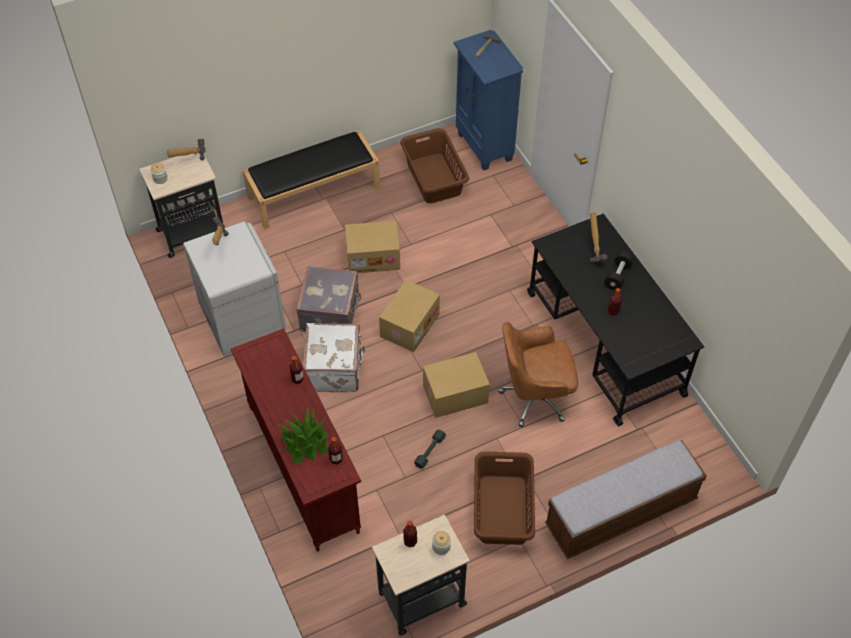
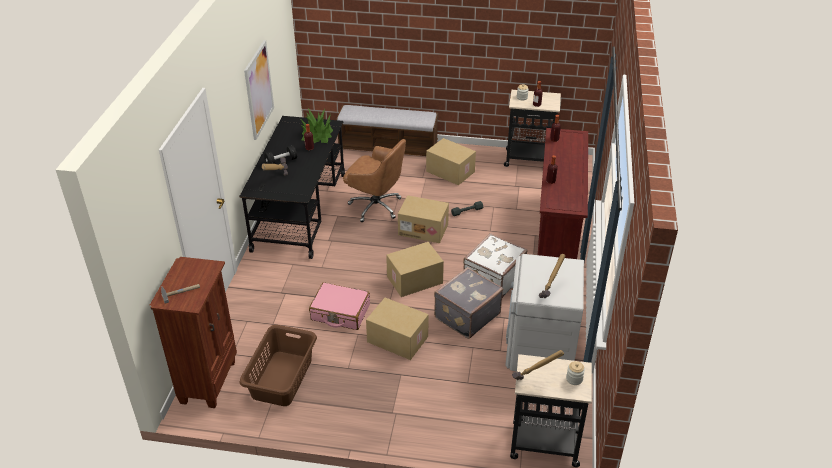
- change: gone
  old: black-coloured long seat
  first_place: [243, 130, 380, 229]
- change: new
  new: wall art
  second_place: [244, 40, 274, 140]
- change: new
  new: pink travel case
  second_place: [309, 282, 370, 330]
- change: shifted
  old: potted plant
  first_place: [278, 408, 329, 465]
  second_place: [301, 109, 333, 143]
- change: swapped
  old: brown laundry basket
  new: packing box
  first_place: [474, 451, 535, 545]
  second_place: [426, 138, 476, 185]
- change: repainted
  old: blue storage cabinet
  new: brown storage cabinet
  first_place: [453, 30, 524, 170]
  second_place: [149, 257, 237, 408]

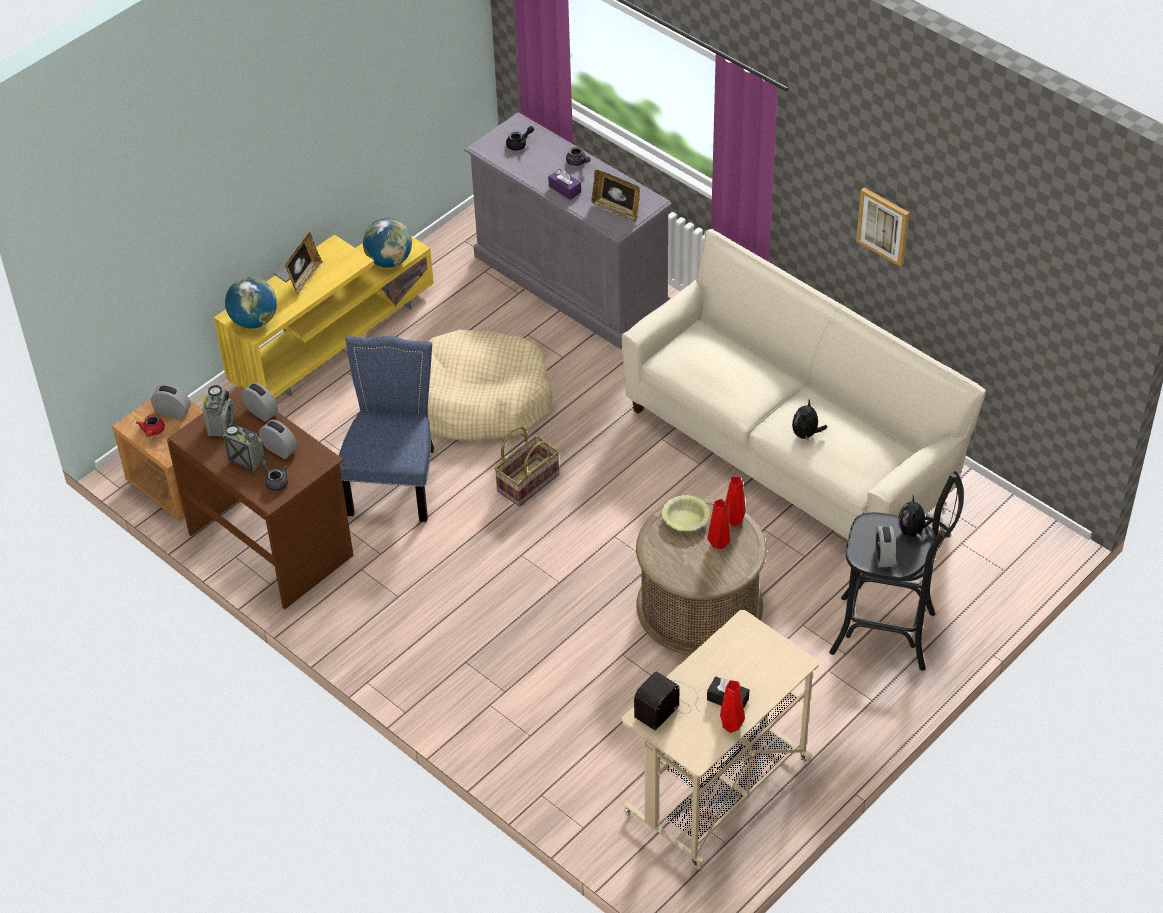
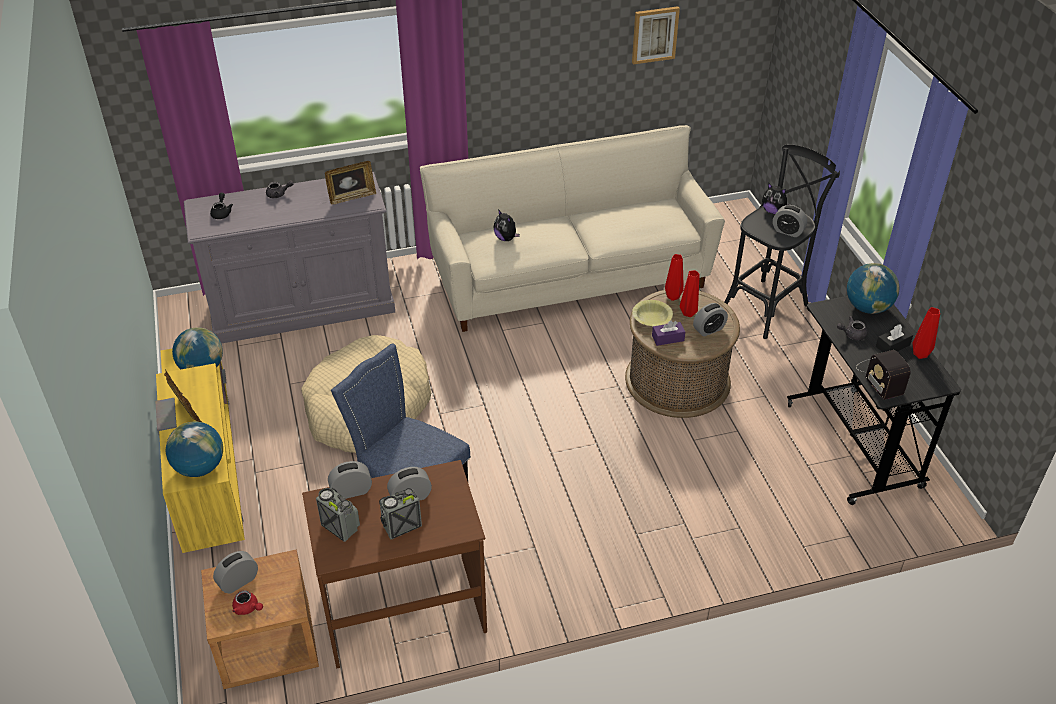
- change: gone
  old: household basket
  first_place: [494, 426, 559, 506]
- change: new
  new: bedside clock
  second_place: [693, 303, 728, 337]
- change: new
  new: desk globe
  second_place: [847, 263, 900, 314]
- change: shifted
  old: grey pot for tea
  first_place: [260, 459, 288, 491]
  second_place: [837, 316, 867, 341]
- change: shifted
  old: purplish box of tissues
  first_place: [548, 169, 581, 200]
  second_place: [652, 320, 685, 346]
- change: shifted
  old: cuddly toy
  first_place: [792, 400, 827, 441]
  second_place: [493, 209, 520, 241]
- change: shifted
  old: wall art
  first_place: [856, 188, 910, 267]
  second_place: [632, 6, 680, 65]
- change: repainted
  old: beige-coloured desk
  new: black-coloured desk
  first_place: [622, 610, 819, 869]
  second_place: [787, 296, 961, 505]

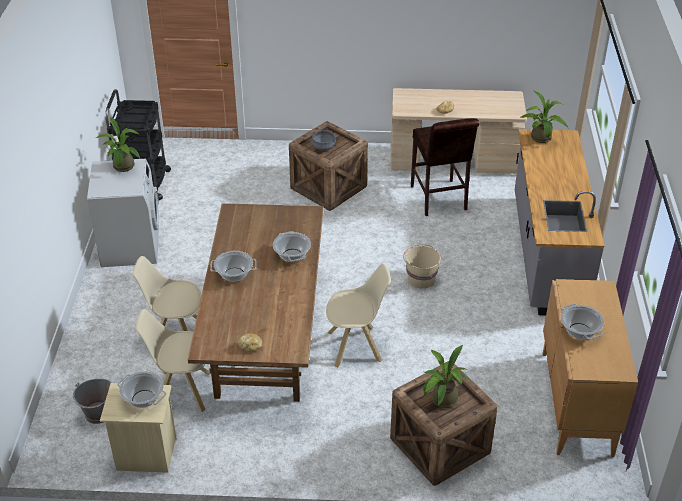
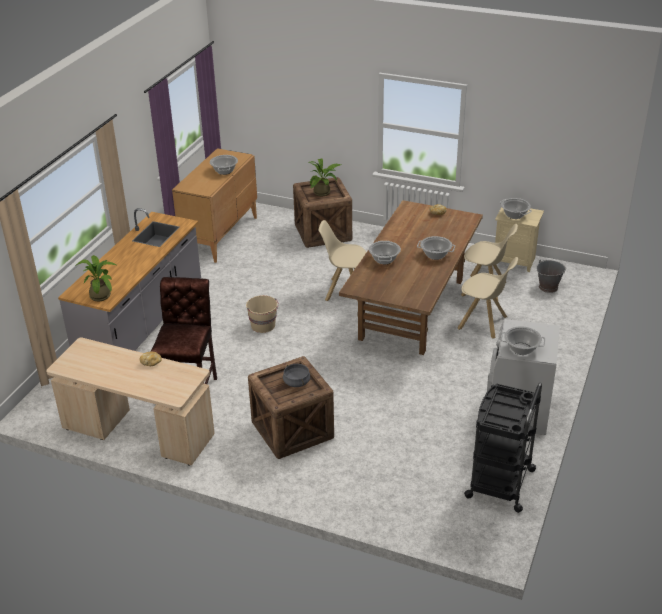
- change: swapped
  old: potted plant
  new: cooking pot
  first_place: [95, 117, 140, 172]
  second_place: [501, 326, 545, 355]

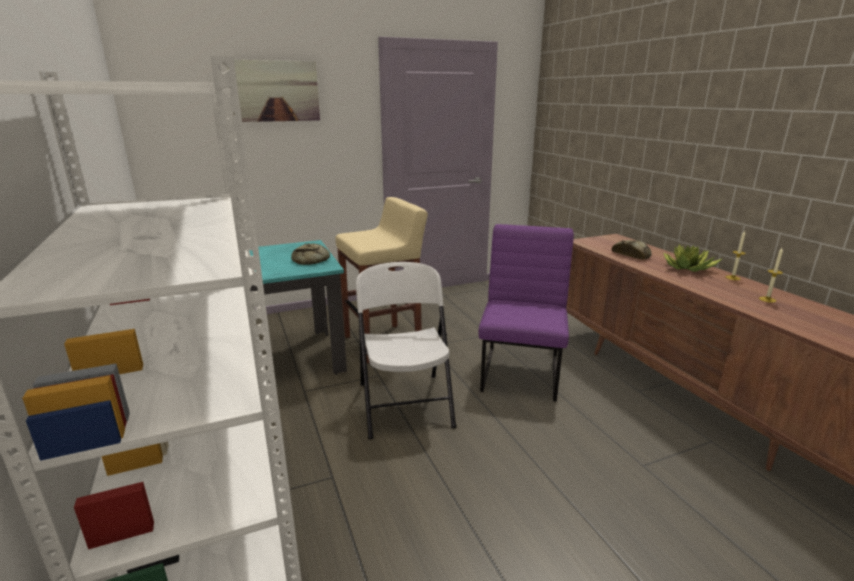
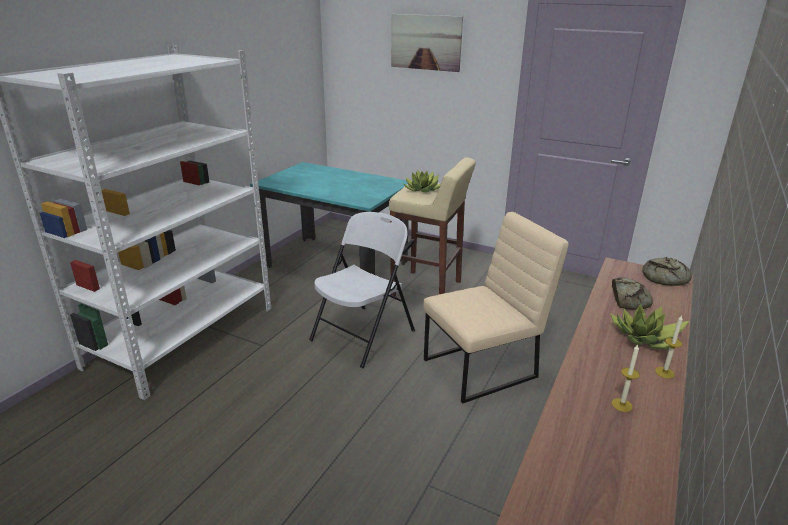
- change: new
  new: potted plant
  second_place: [403, 170, 441, 193]
- change: shifted
  old: bakery bread
  first_place: [291, 243, 330, 265]
  second_place: [642, 257, 692, 286]
- change: repainted
  old: purplish plain chair
  new: beige-coloured plain chair
  first_place: [479, 224, 574, 402]
  second_place: [423, 212, 569, 404]

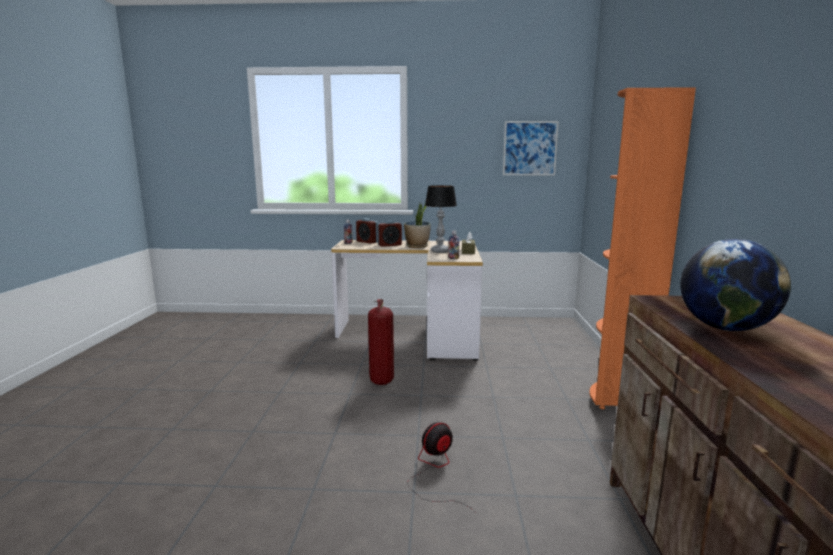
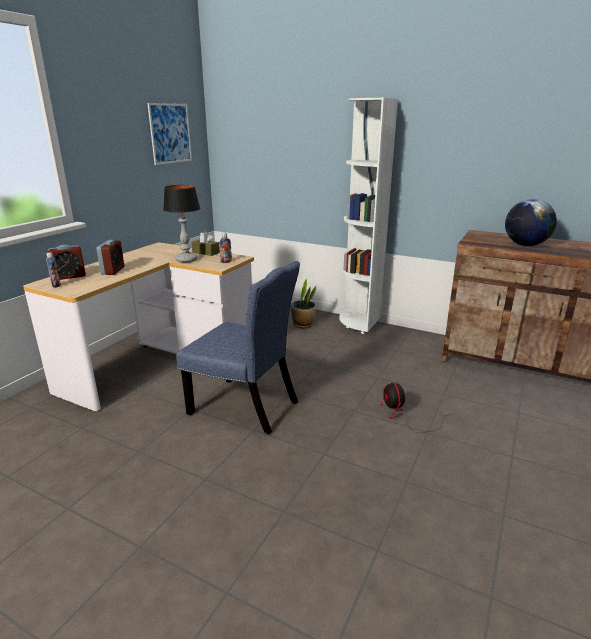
- change: shifted
  old: potted plant
  first_place: [404, 203, 431, 248]
  second_place: [291, 278, 316, 328]
- change: swapped
  old: extinguisher
  new: blue plain chair
  first_place: [368, 299, 394, 385]
  second_place: [176, 261, 300, 434]
- change: repainted
  old: orange shelving unit
  new: white-coloured shelving unit
  first_place: [589, 87, 696, 409]
  second_place: [339, 98, 398, 334]

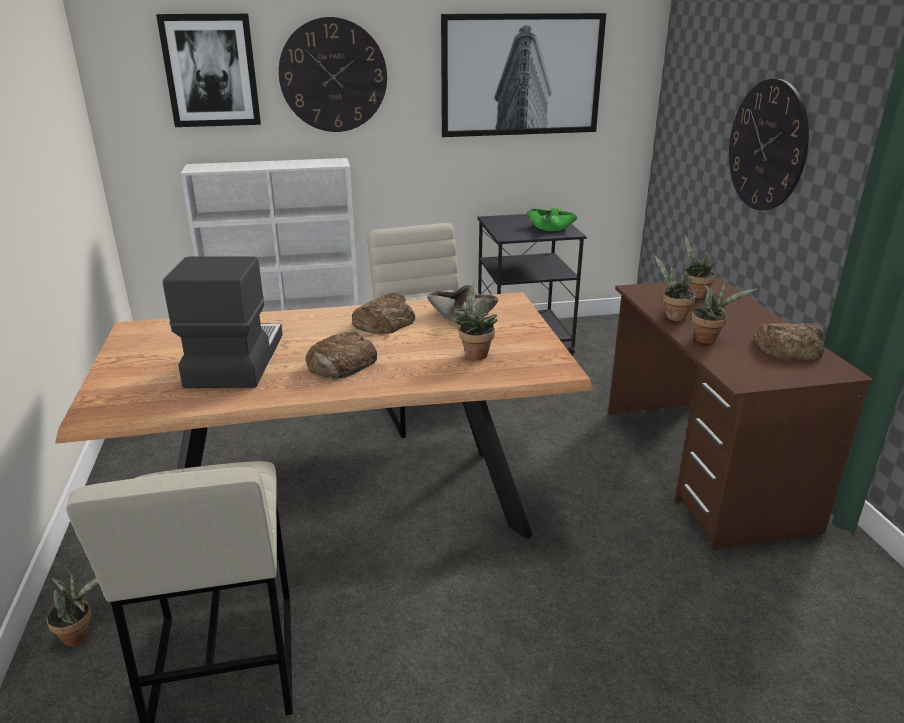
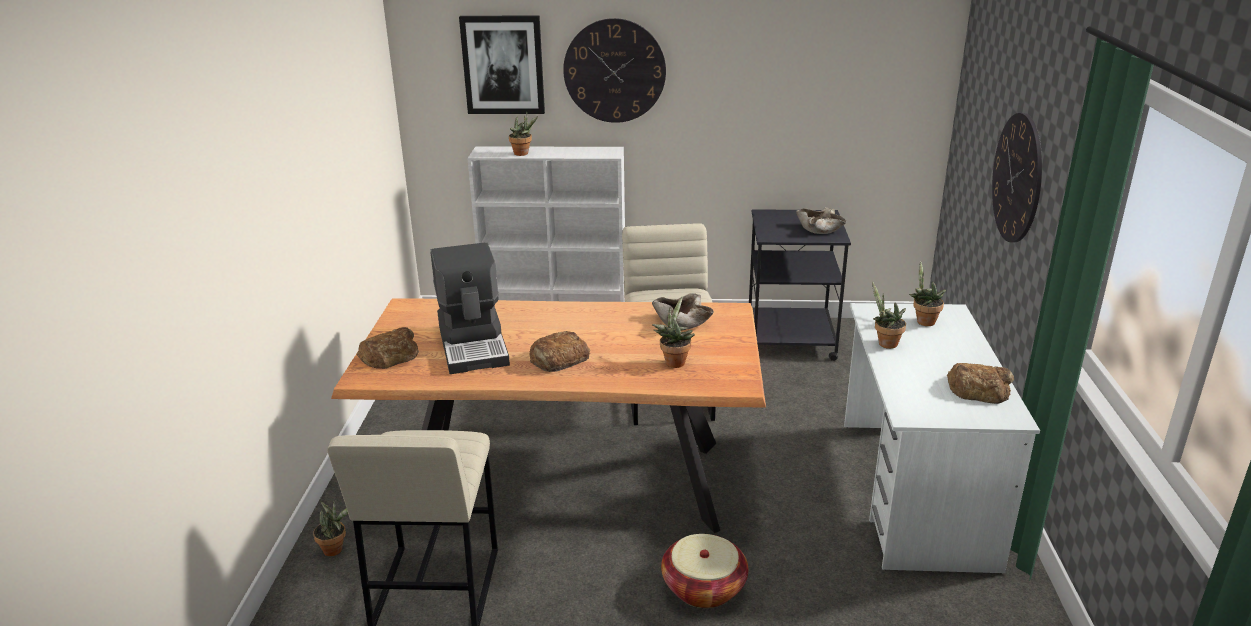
- change: gone
  old: wall art
  first_place: [441, 13, 606, 137]
- change: new
  new: household basket
  second_place: [661, 534, 748, 608]
- change: shifted
  old: bakery bread
  first_place: [352, 293, 415, 334]
  second_place: [357, 327, 419, 369]
- change: shifted
  old: potted plant
  first_place: [692, 281, 757, 344]
  second_place: [509, 112, 538, 156]
- change: repainted
  old: green-coloured bowl
  new: beige-coloured bowl
  first_place: [527, 207, 578, 231]
  second_place: [796, 207, 846, 234]
- change: repainted
  old: brown desk
  new: white-coloured desk
  first_place: [608, 278, 874, 550]
  second_place: [844, 303, 1040, 574]
- change: rotated
  old: coffee brewer
  first_place: [163, 256, 283, 388]
  second_place: [431, 243, 510, 374]
  degrees: 150

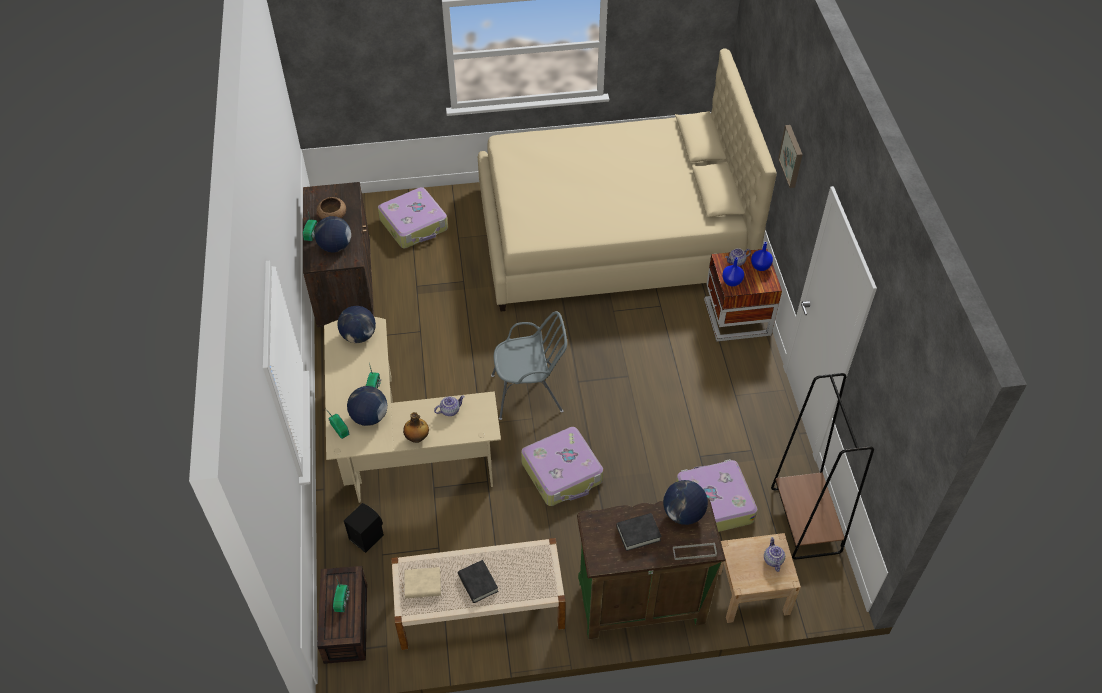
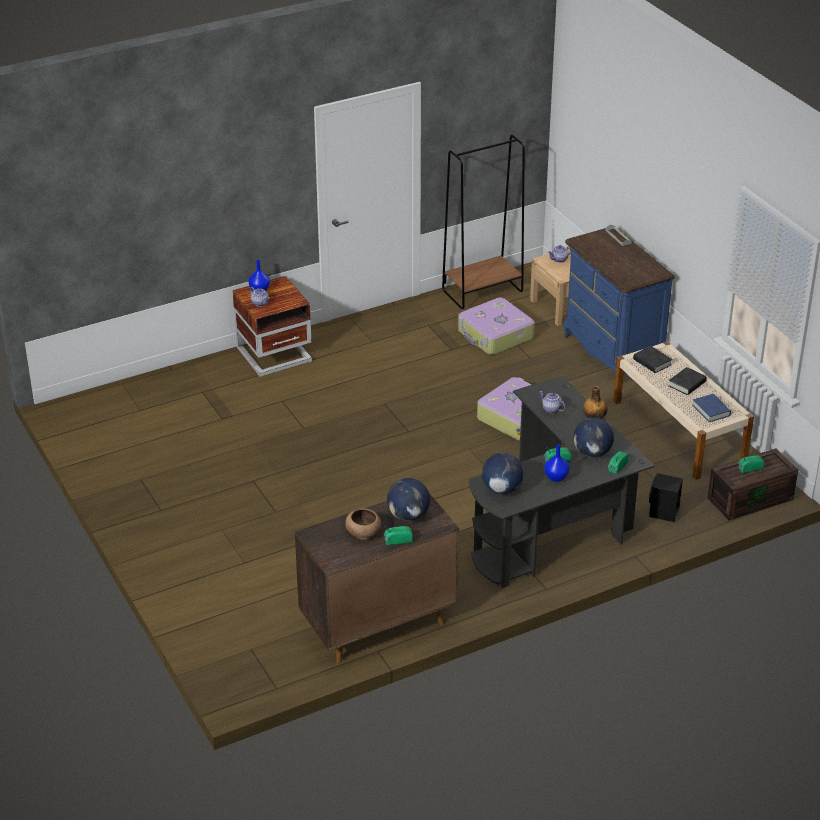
- change: gone
  old: travel case
  first_place: [378, 187, 448, 248]
- change: gone
  old: beige-coloured bed
  first_place: [478, 48, 777, 312]
- change: gone
  old: grey plain chair
  first_place: [491, 311, 567, 420]
- change: gone
  old: desk globe
  first_place: [663, 480, 708, 525]
- change: gone
  old: wall art
  first_place: [778, 125, 803, 188]
- change: shifted
  old: black-coloured volume
  first_place: [616, 513, 662, 551]
  second_place: [633, 346, 672, 373]
- change: shifted
  old: blue flower vase
  first_place: [722, 257, 744, 286]
  second_place: [545, 444, 570, 482]
- change: repainted
  old: beige-coloured desk
  new: black-coloured desk
  first_place: [324, 317, 501, 503]
  second_place: [469, 375, 655, 588]
- change: repainted
  old: beige-coloured volume
  new: blue volume
  first_place: [405, 567, 441, 598]
  second_place: [692, 394, 731, 422]
- change: repainted
  old: green-coloured chest of drawers
  new: blue chest of drawers
  first_place: [577, 497, 726, 639]
  second_place: [564, 227, 675, 375]

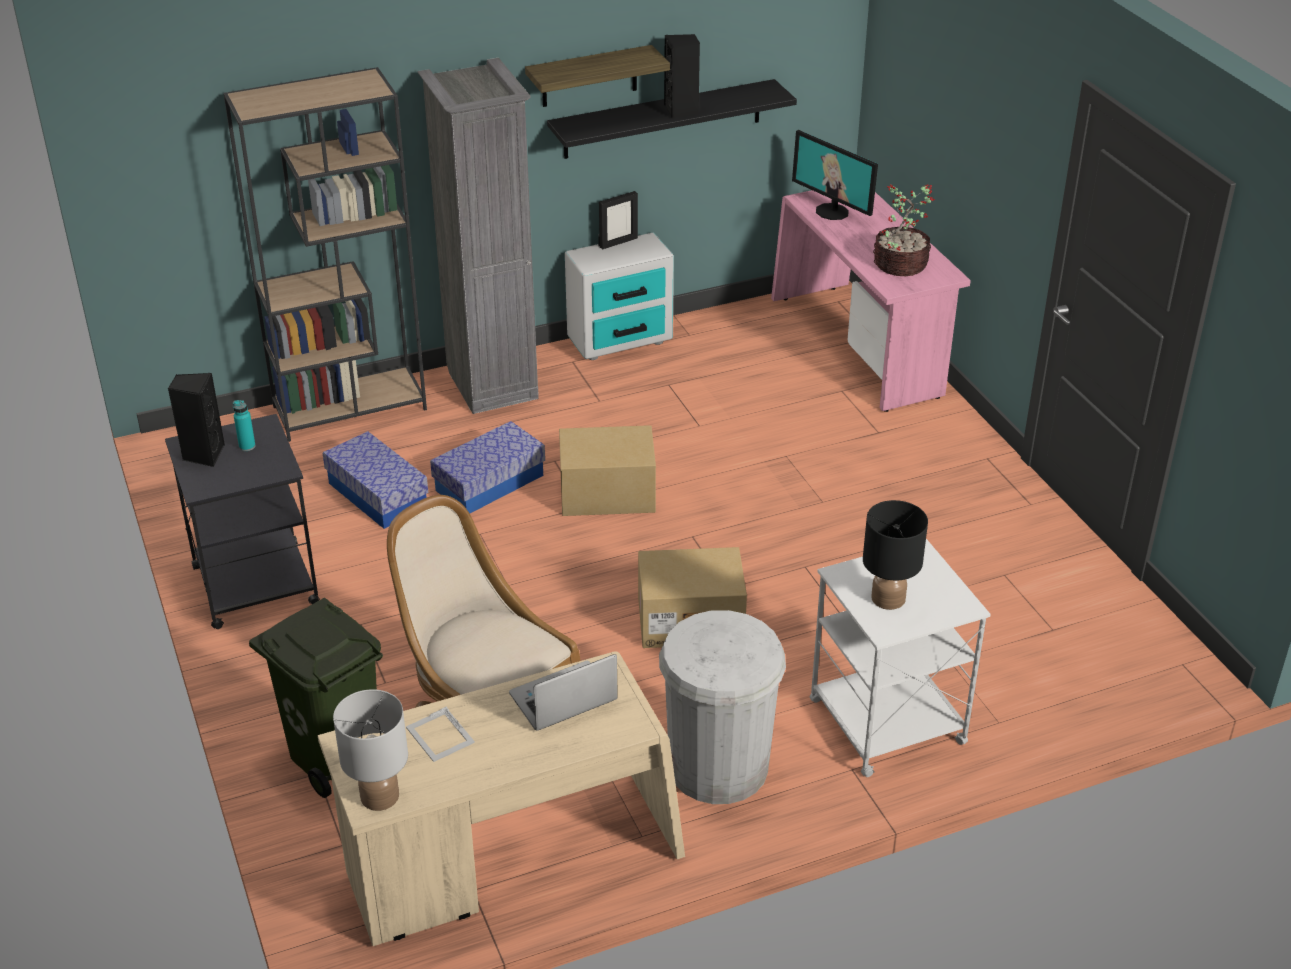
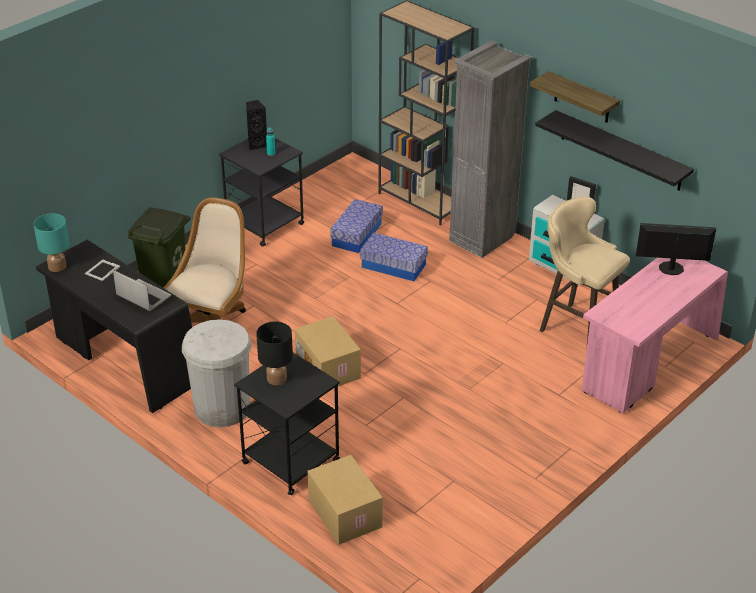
- change: gone
  old: black-coloured audio speaker
  first_place: [664, 34, 700, 119]
- change: gone
  old: potted plant
  first_place: [873, 184, 935, 276]
- change: new
  new: beige-coloured sitting stool
  second_place: [540, 196, 630, 350]
- change: shifted
  old: packing box
  first_place: [559, 425, 656, 516]
  second_place: [308, 455, 383, 545]
- change: repainted
  old: beige-coloured desk
  new: black-coloured desk
  first_place: [318, 651, 685, 946]
  second_place: [36, 240, 192, 413]
- change: repainted
  old: grey table lamp
  new: turquoise table lamp
  first_place: [333, 689, 408, 811]
  second_place: [33, 213, 70, 272]
- change: repainted
  old: white-coloured cart
  new: black-coloured cart
  first_place: [809, 539, 991, 777]
  second_place: [234, 353, 340, 495]
- change: rotated
  old: monitor
  first_place: [792, 130, 878, 220]
  second_place: [636, 223, 716, 275]
  degrees: 75

